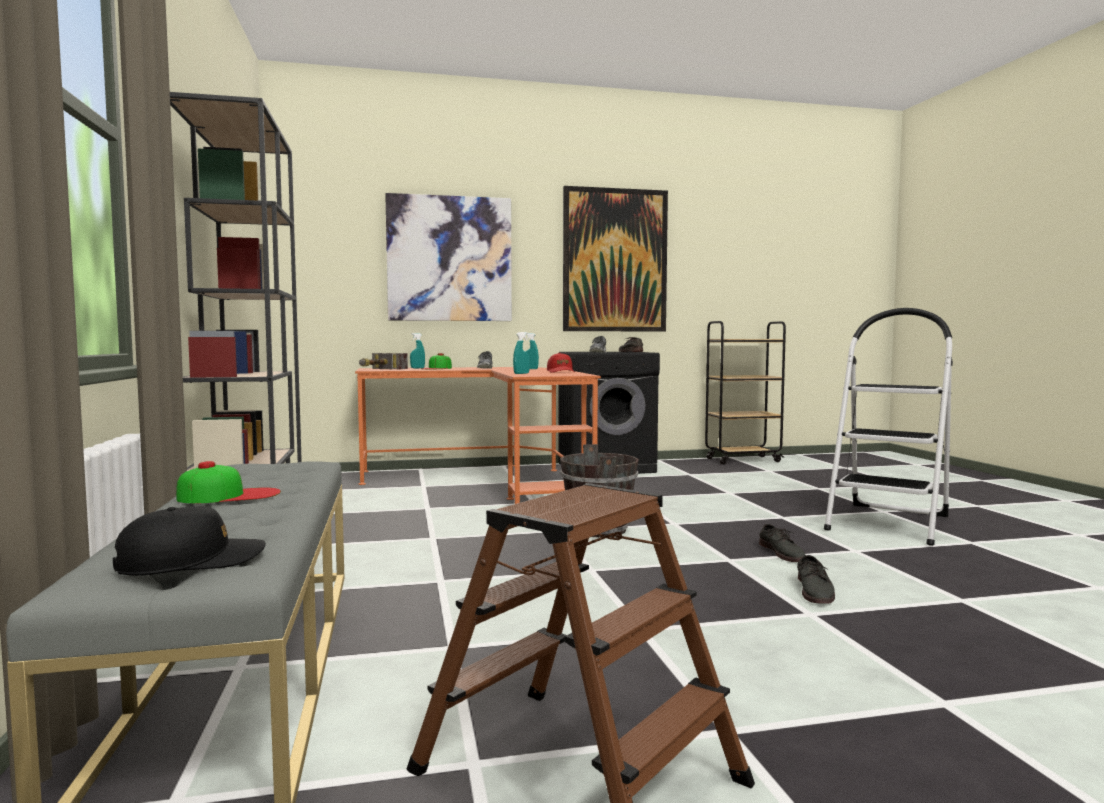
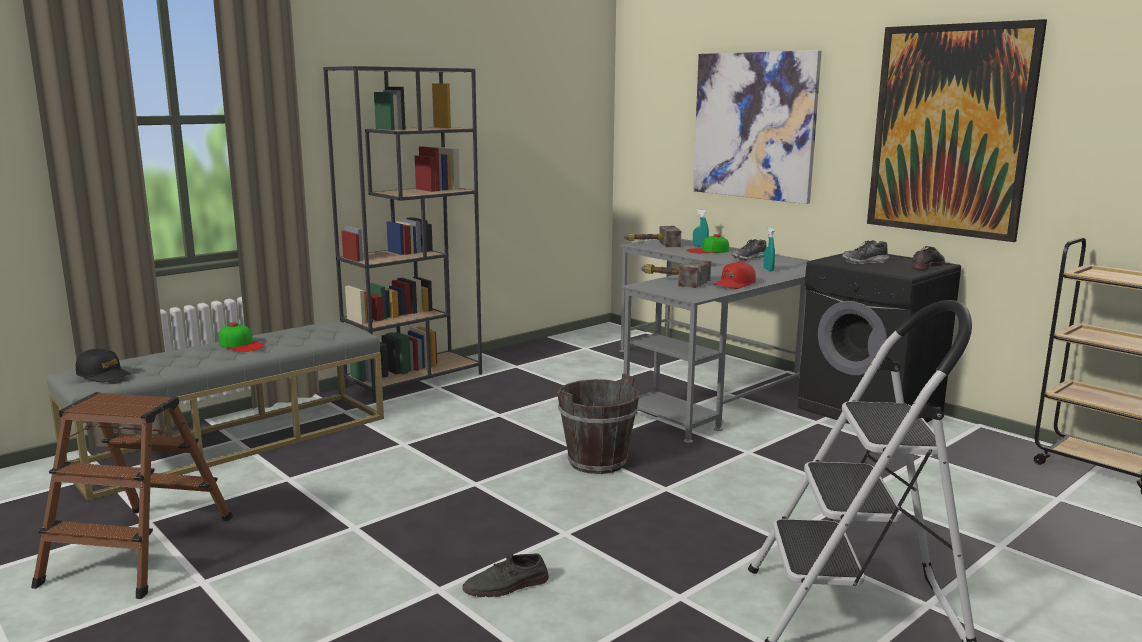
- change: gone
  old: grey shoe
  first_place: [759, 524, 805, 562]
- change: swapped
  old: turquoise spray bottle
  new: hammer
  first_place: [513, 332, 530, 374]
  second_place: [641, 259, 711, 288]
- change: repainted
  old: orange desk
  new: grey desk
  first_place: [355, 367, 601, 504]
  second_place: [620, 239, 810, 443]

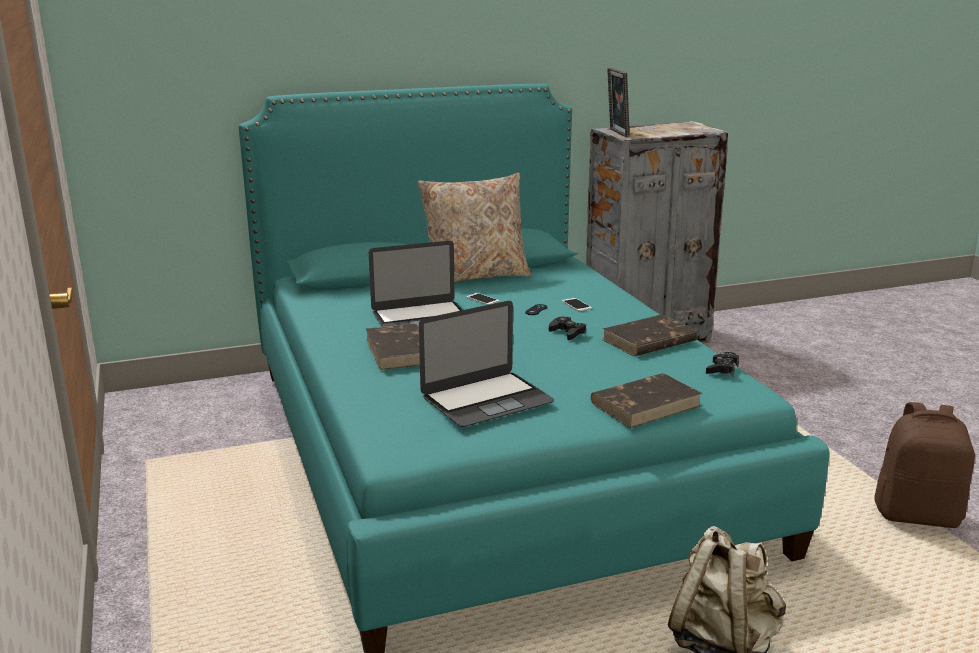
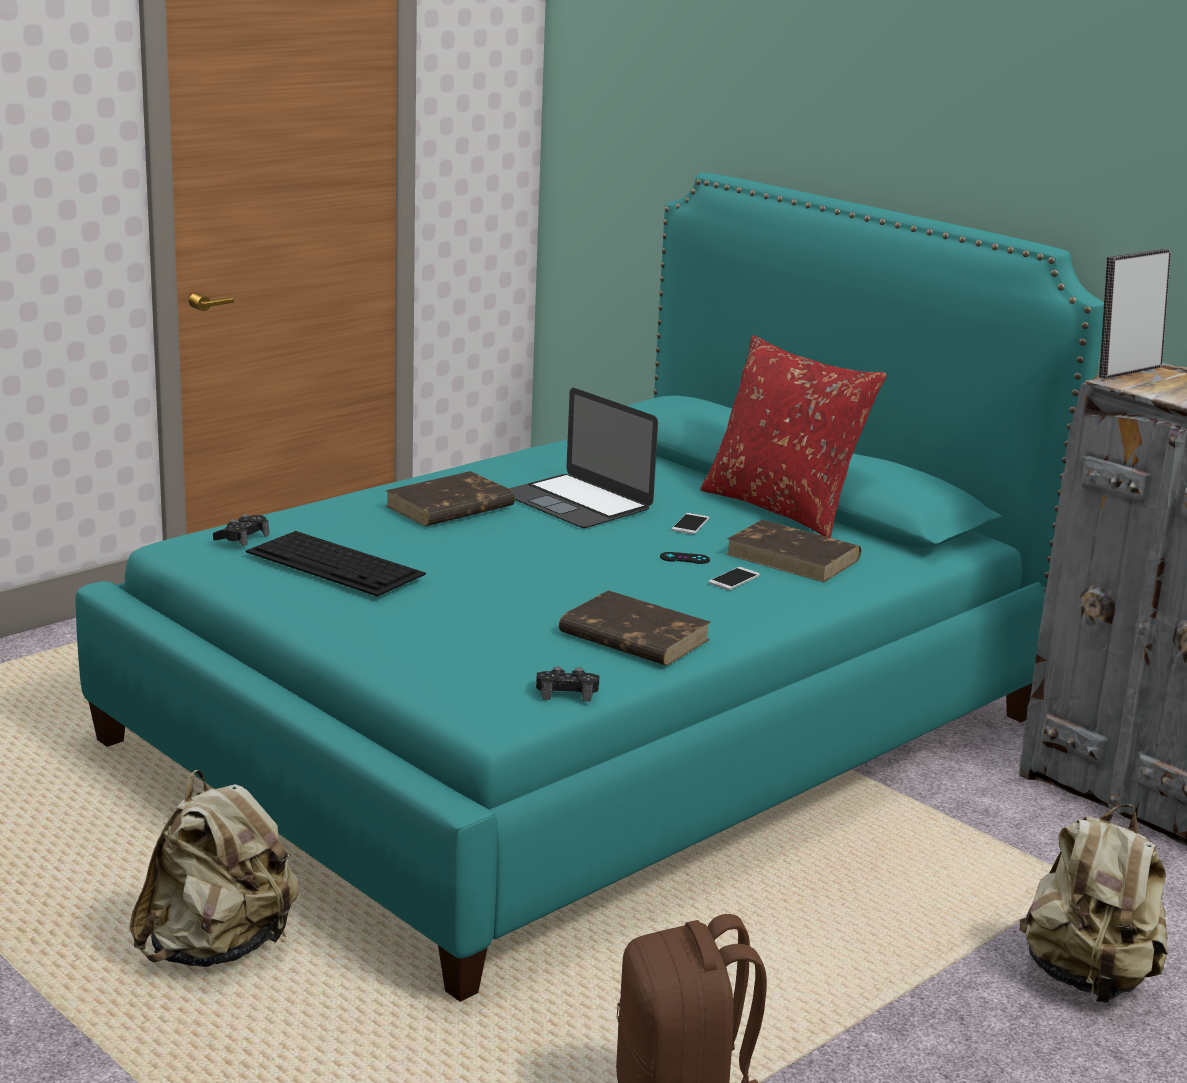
- change: new
  new: beige-coloured rucksack
  second_place: [1020, 804, 1168, 1003]
- change: shifted
  old: black-coloured gamepad
  first_place: [549, 316, 586, 340]
  second_place: [213, 514, 269, 547]
- change: shifted
  old: brown volume
  first_place: [591, 373, 702, 428]
  second_place: [726, 520, 861, 582]
- change: swapped
  old: laptop
  new: PC keyboard
  first_place: [419, 301, 554, 427]
  second_place: [246, 531, 426, 597]
- change: repainted
  old: beige-coloured cushion
  new: red-coloured cushion
  first_place: [417, 173, 531, 282]
  second_place: [700, 335, 887, 538]

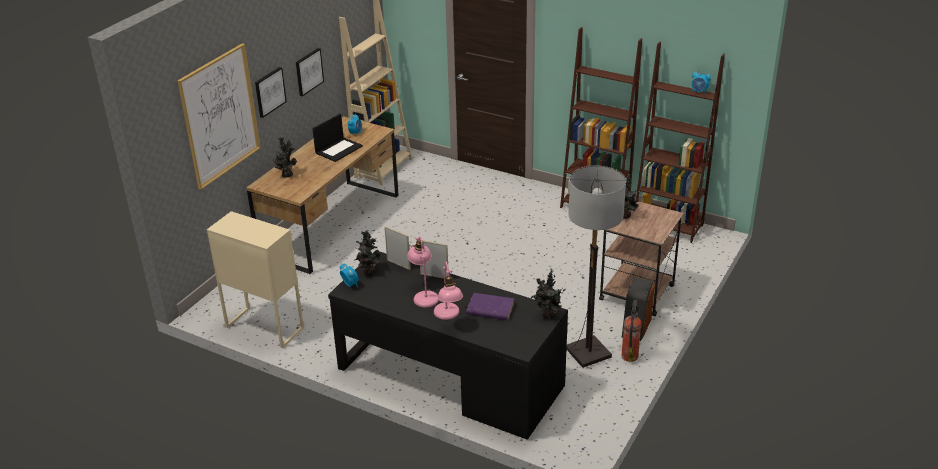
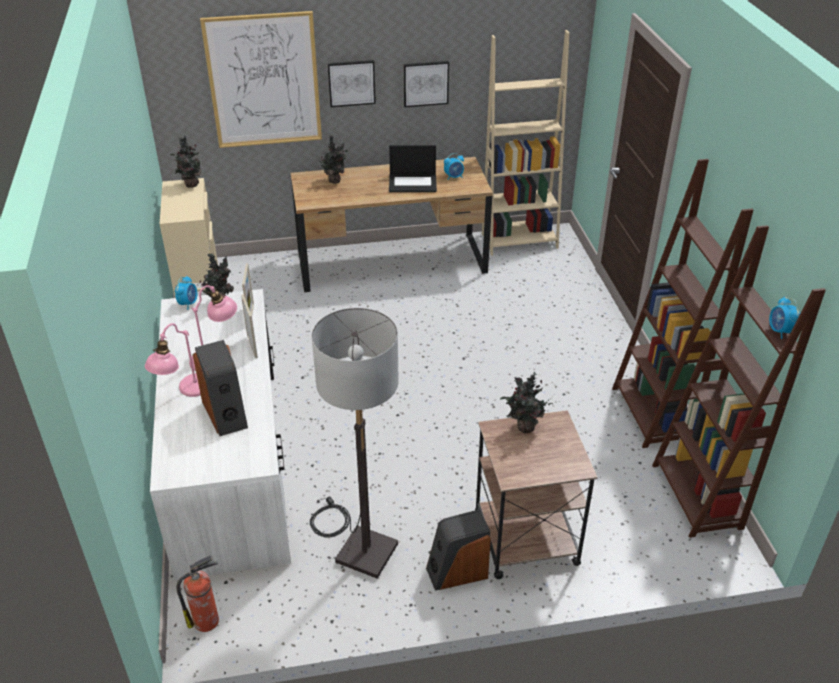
- change: shifted
  old: potted plant
  first_place: [531, 270, 566, 319]
  second_place: [170, 135, 203, 188]
- change: shifted
  old: extinguisher
  first_place: [621, 300, 641, 362]
  second_place: [176, 555, 219, 632]
- change: swapped
  old: purplish volume
  new: audio speaker
  first_place: [466, 293, 514, 320]
  second_place: [193, 340, 248, 436]
- change: repainted
  old: black-coloured desk
  new: white-coloured desk
  first_place: [328, 251, 568, 440]
  second_place: [150, 289, 291, 581]

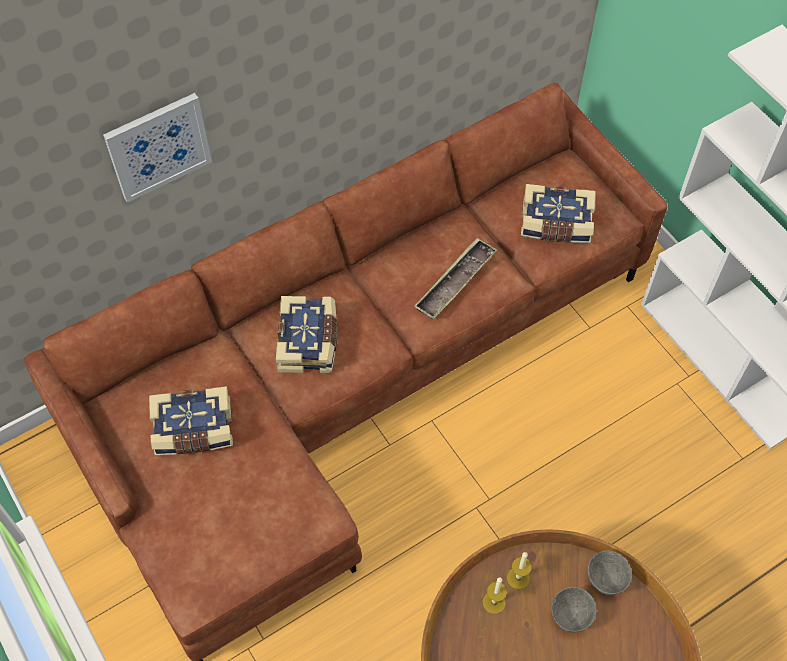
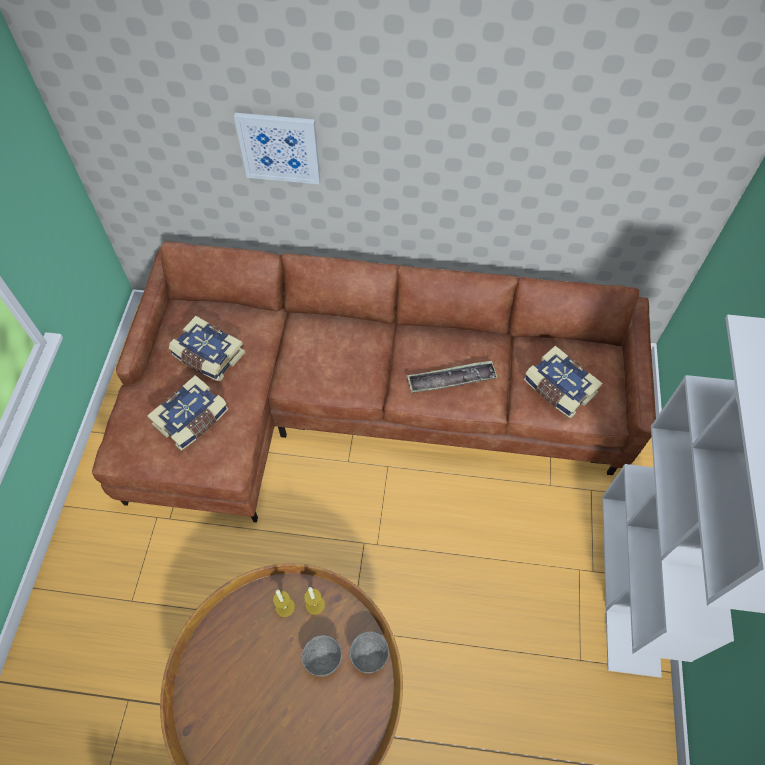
- change: shifted
  old: volume
  first_place: [276, 296, 338, 373]
  second_place: [147, 375, 228, 451]

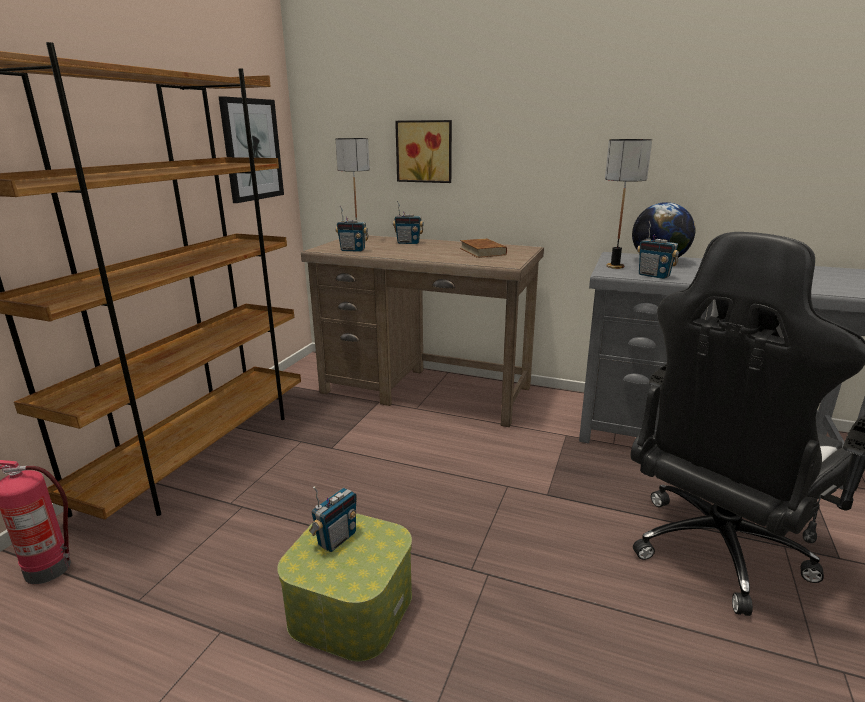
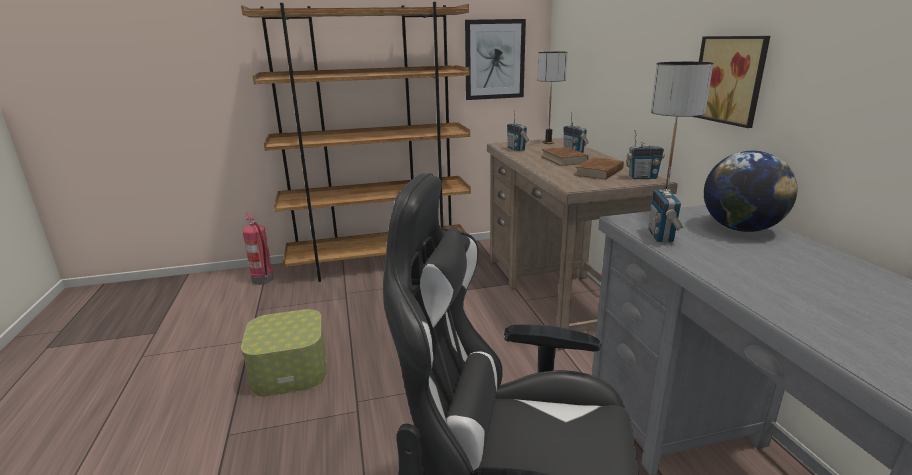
- change: new
  new: brown volume
  second_place: [541, 147, 589, 166]
- change: shifted
  old: radio
  first_place: [309, 486, 357, 552]
  second_place: [626, 130, 665, 179]
- change: shifted
  old: wall art
  first_place: [395, 120, 452, 183]
  second_place: [691, 36, 770, 128]

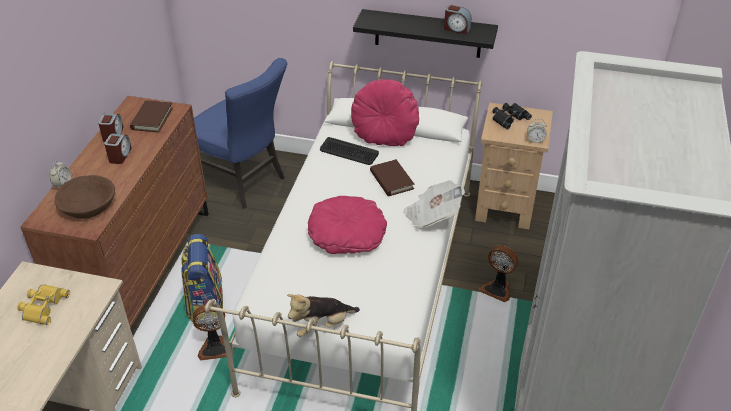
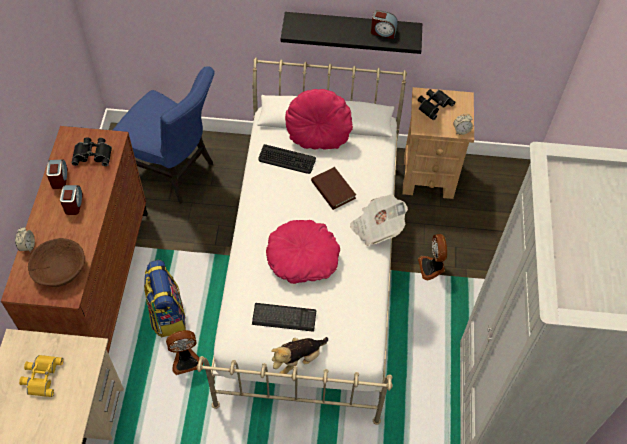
- change: new
  new: PC keyboard
  second_place: [252, 303, 316, 332]
- change: swapped
  old: brown volume
  new: black-coloured field glasses
  first_place: [130, 100, 173, 133]
  second_place: [71, 137, 112, 166]
- change: rotated
  old: cooling fan
  first_place: [479, 245, 518, 302]
  second_place: [418, 234, 447, 280]
  degrees: 60

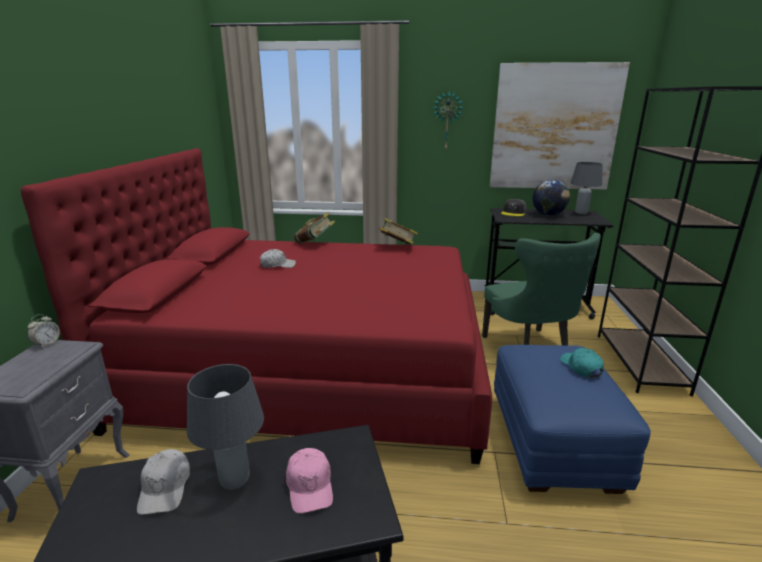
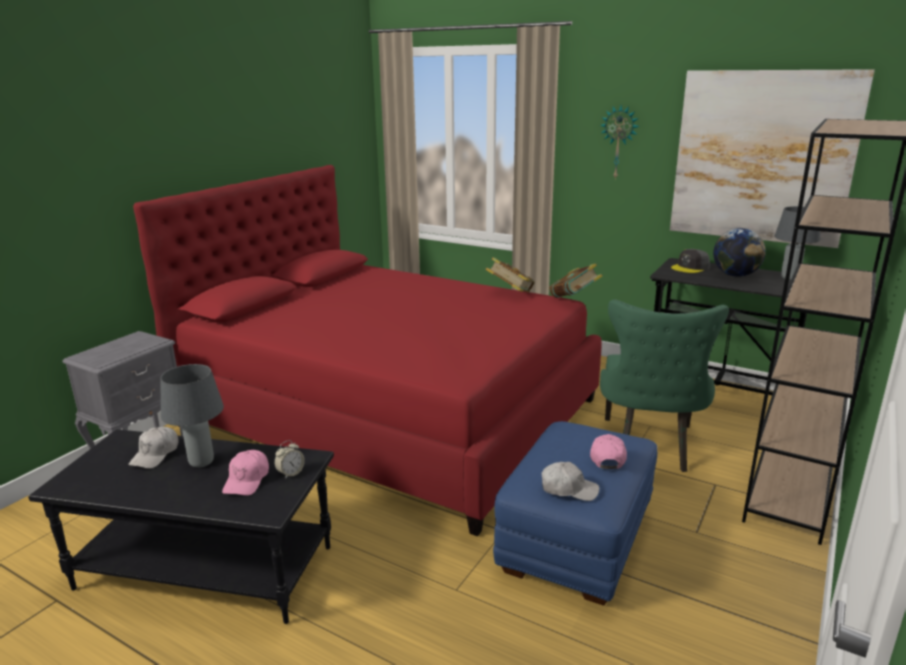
- change: shifted
  old: bedside clock
  first_place: [27, 314, 60, 348]
  second_place: [274, 440, 305, 479]
- change: shifted
  old: white-coloured peaked cap
  first_place: [260, 249, 296, 268]
  second_place: [542, 462, 600, 501]
- change: shifted
  old: volume
  first_place: [293, 212, 335, 244]
  second_place: [549, 263, 603, 298]
- change: repainted
  old: turquoise peaked cap
  new: pink peaked cap
  first_place: [560, 348, 604, 378]
  second_place: [590, 434, 627, 469]

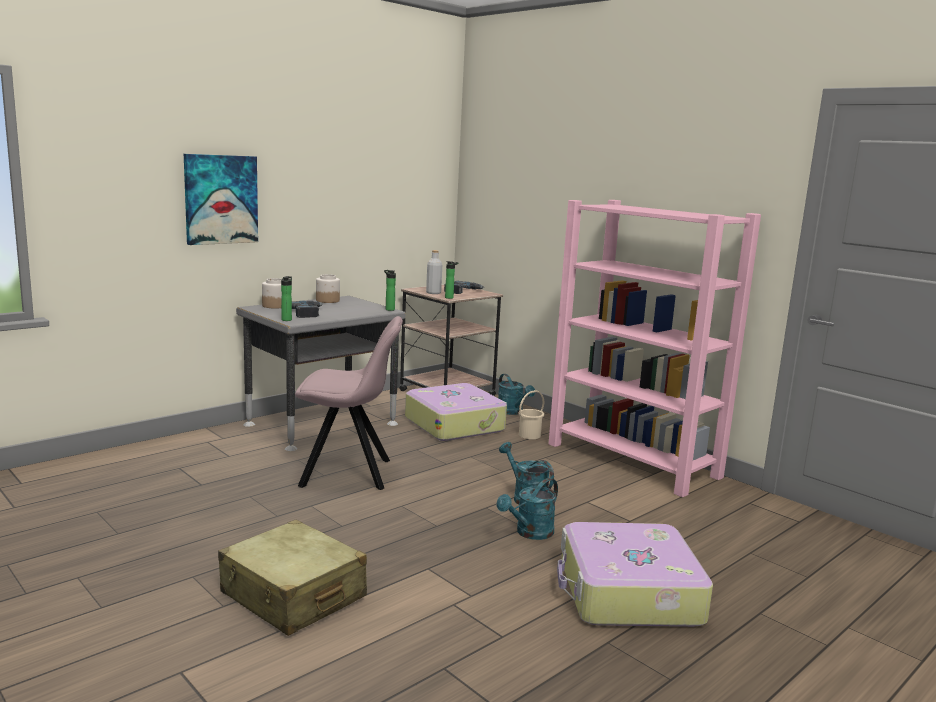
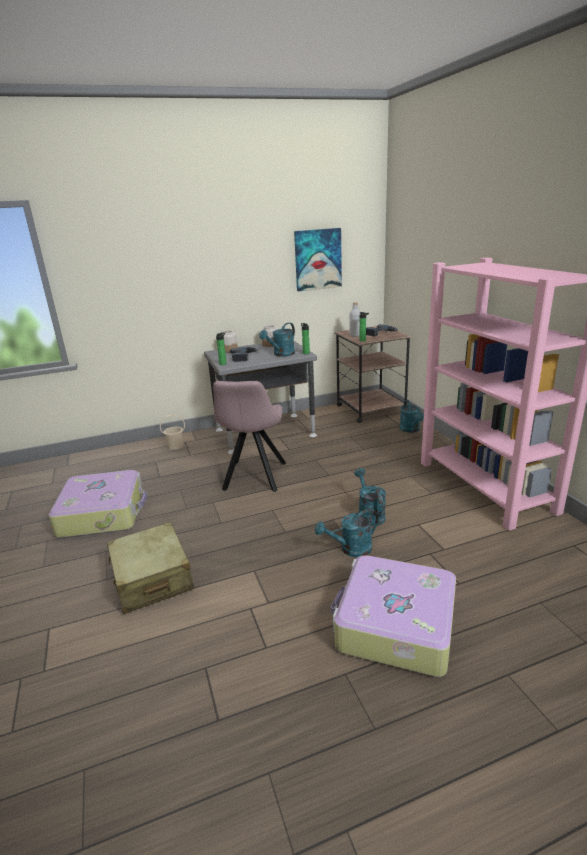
- change: new
  new: turquoise sprinkling can
  second_place: [259, 323, 295, 357]
- change: shifted
  old: wall art
  first_place: [184, 154, 258, 245]
  second_place: [294, 228, 342, 292]
- change: shifted
  old: travel case
  first_place: [405, 383, 507, 441]
  second_place: [48, 470, 147, 538]
- change: shifted
  old: beige-coloured bucket
  first_place: [519, 390, 544, 439]
  second_place: [160, 415, 185, 450]
- change: rotated
  old: pink plain chair
  first_place: [295, 316, 403, 490]
  second_place: [213, 381, 286, 492]
  degrees: 75

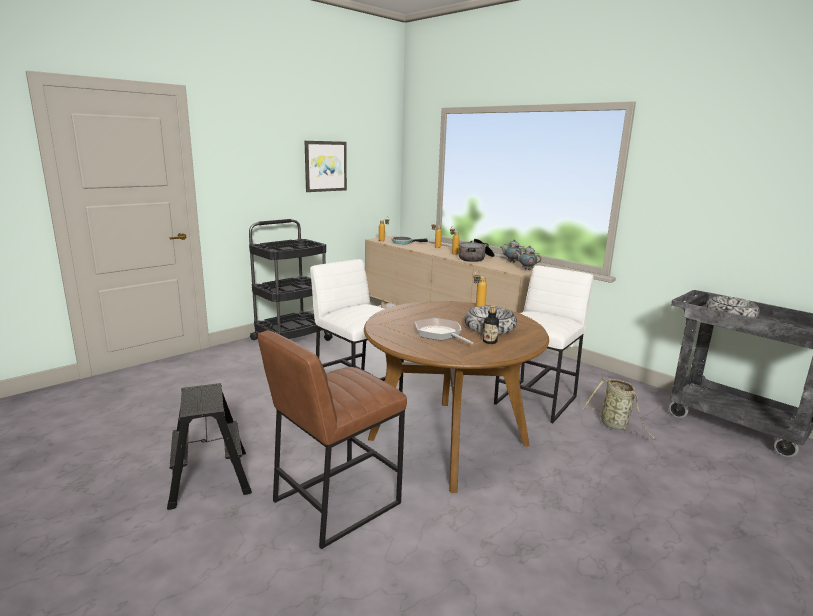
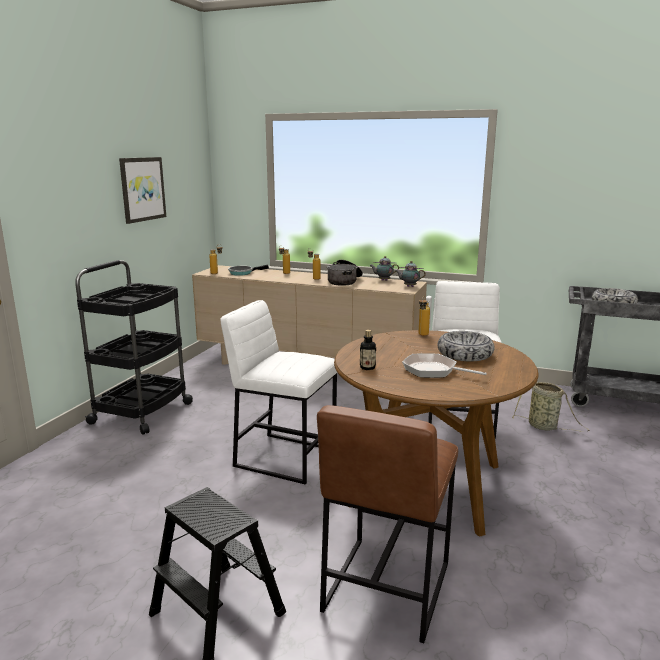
- change: shifted
  old: bottle
  first_place: [483, 306, 499, 344]
  second_place: [360, 330, 376, 370]

